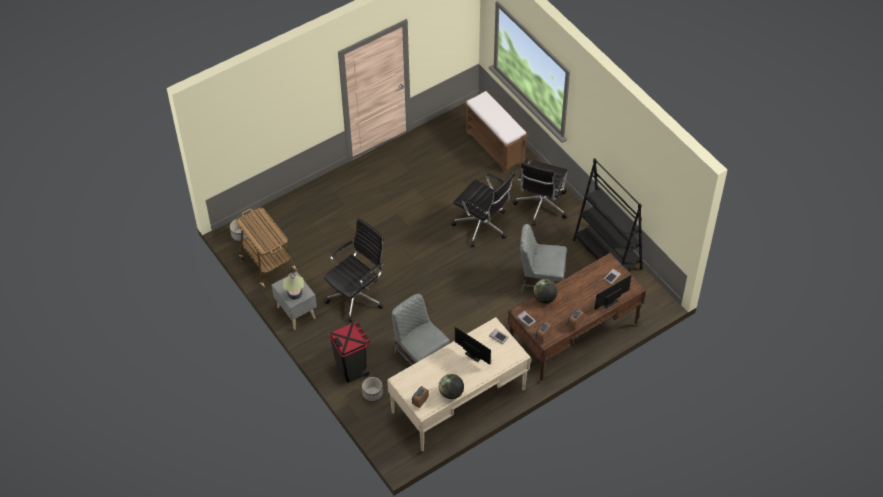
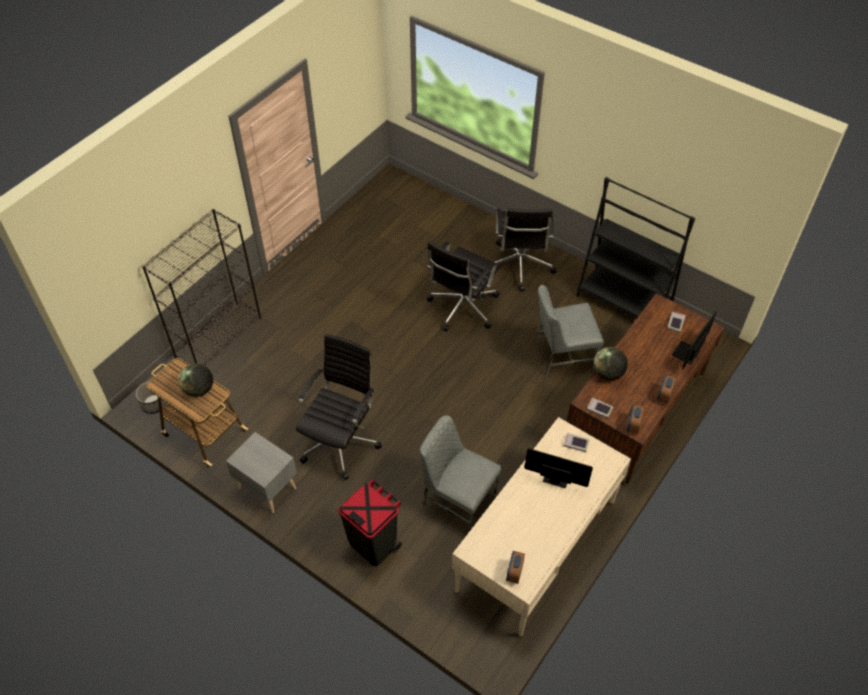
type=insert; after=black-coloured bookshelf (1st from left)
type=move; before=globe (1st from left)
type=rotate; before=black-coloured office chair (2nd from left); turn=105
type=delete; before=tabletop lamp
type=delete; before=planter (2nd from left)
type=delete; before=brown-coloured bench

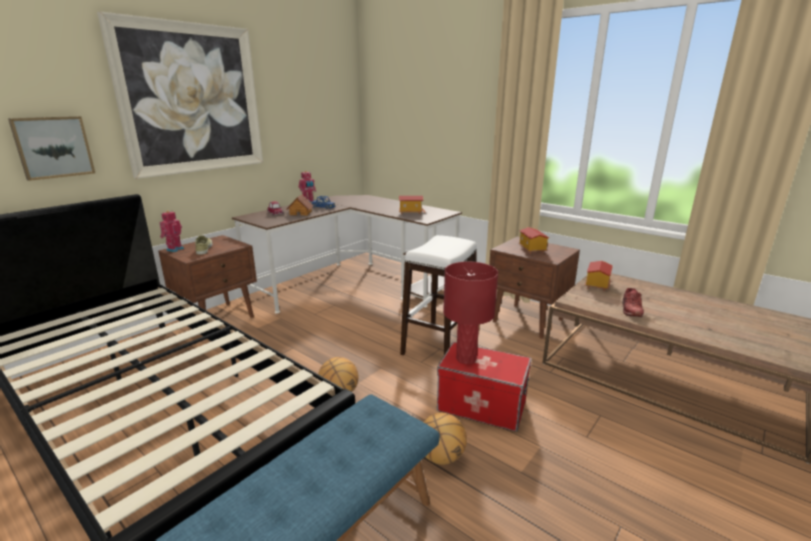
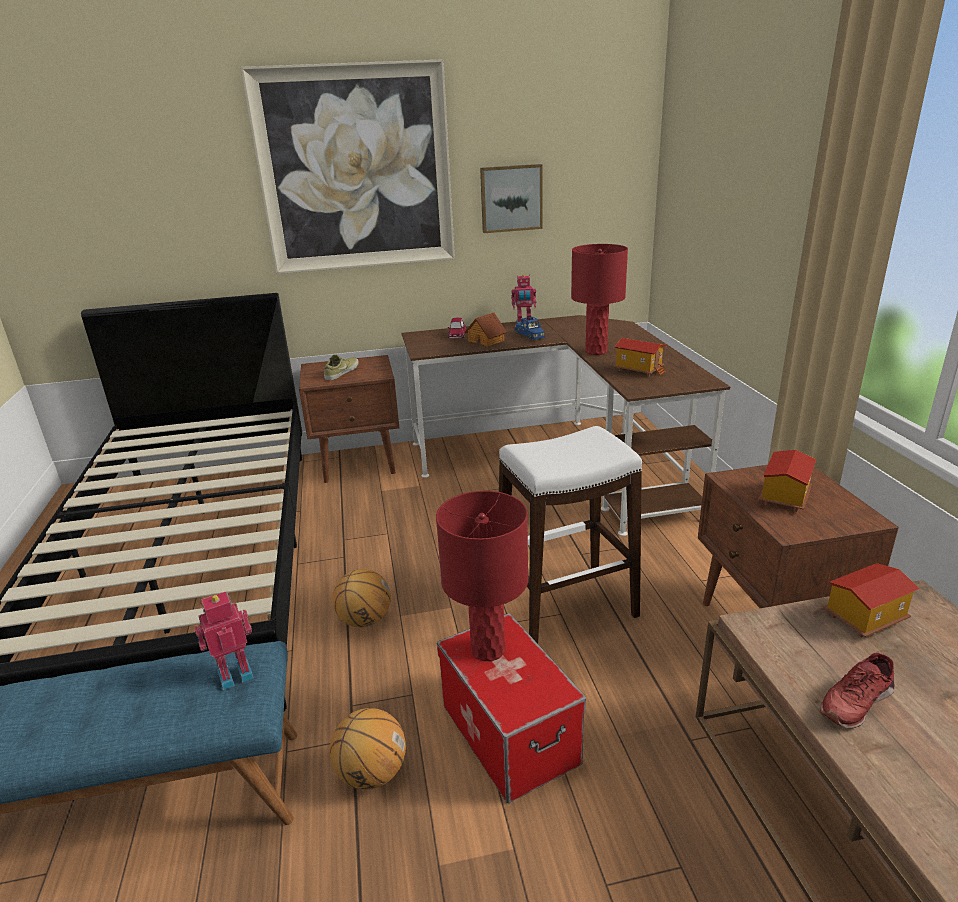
type=move; before=model robot (1st from left)
type=move; before=wall picture (1st from left in the first image); after=wall picture (2nd from left)
type=insert; after=red-coloured tabletop lamp (2nd from left)

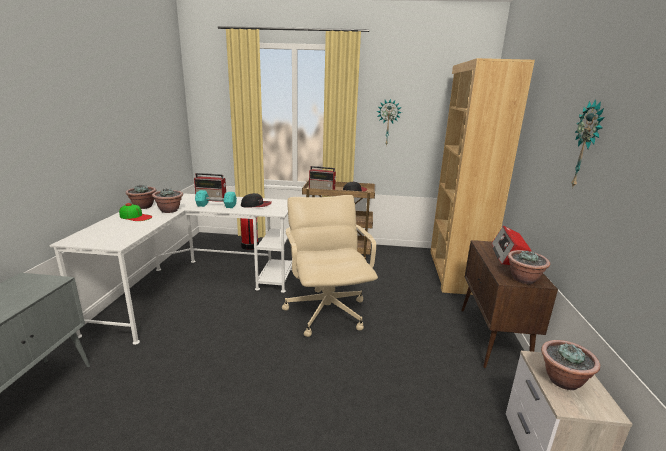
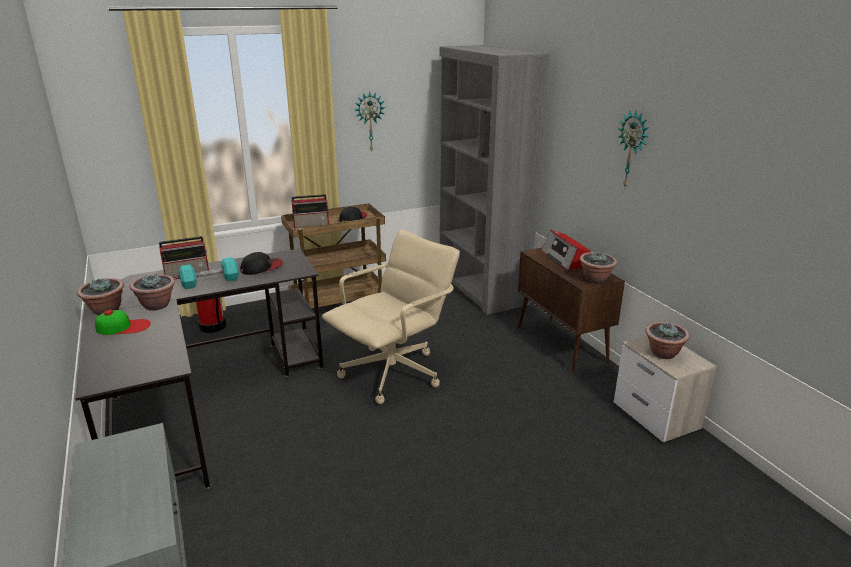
type=recolor; before=whitish desk table; after=black-coloured desk table
type=rotate; before=beige office chair; turn=90
type=recolor; before=brown-coloured bookshelf; after=greyish bookshelf

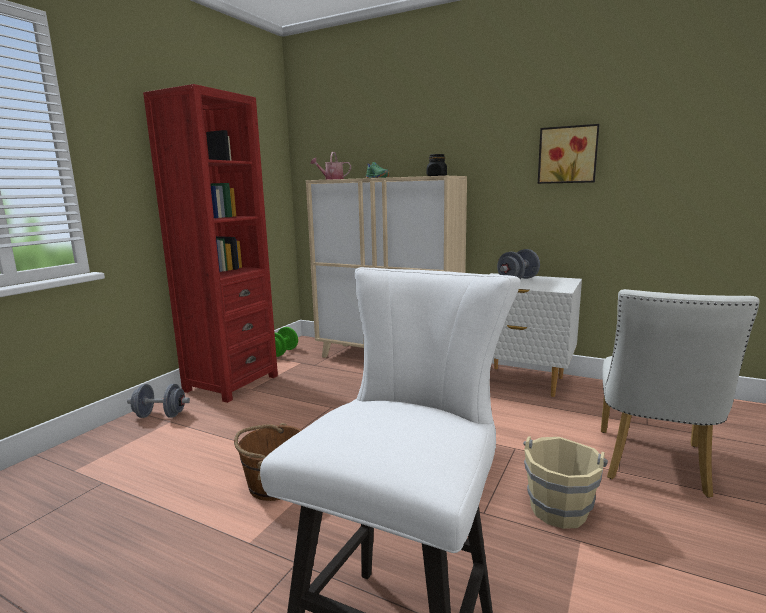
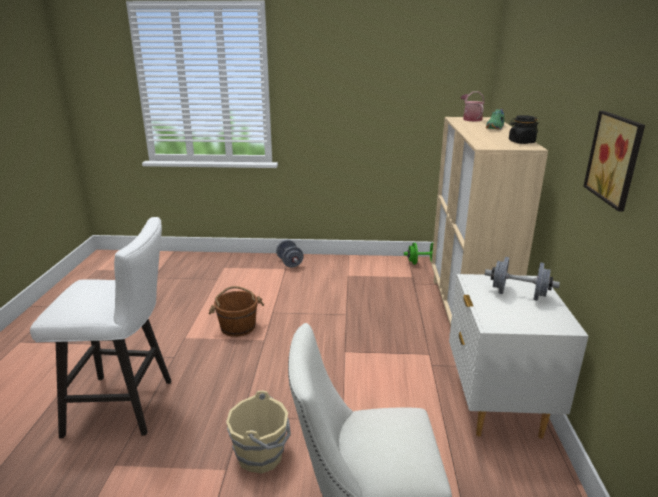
type=delete; before=red-coloured bookshelf

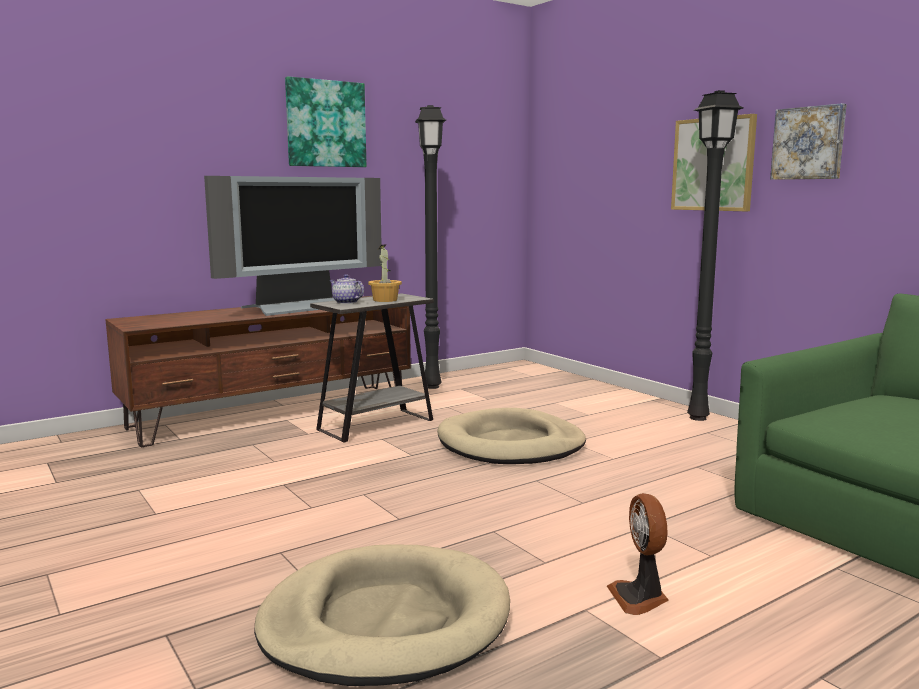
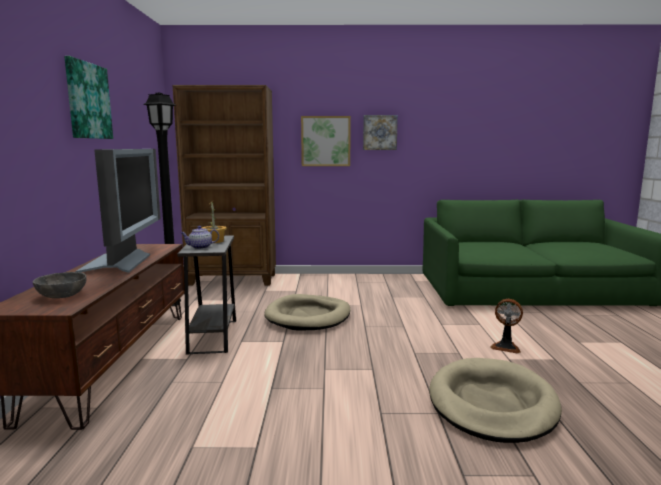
type=insert; after=greyish deep dish
type=insert; after=brown-coloured bookshelf
type=delete; before=black-coloured standing lamp (2nd from left)

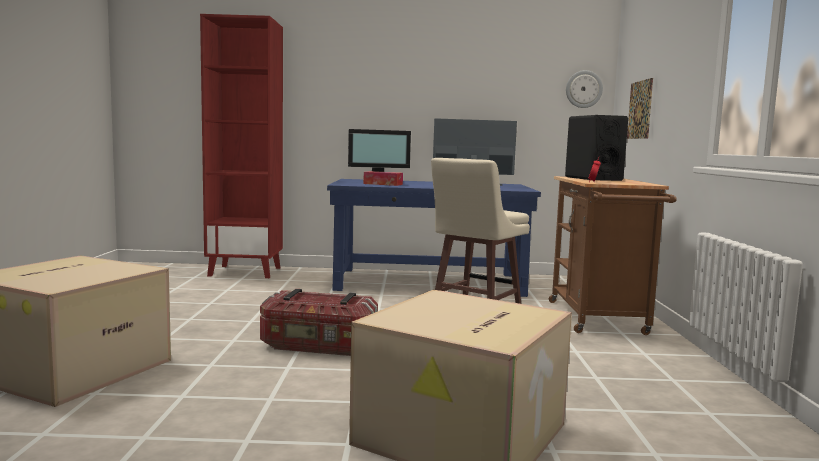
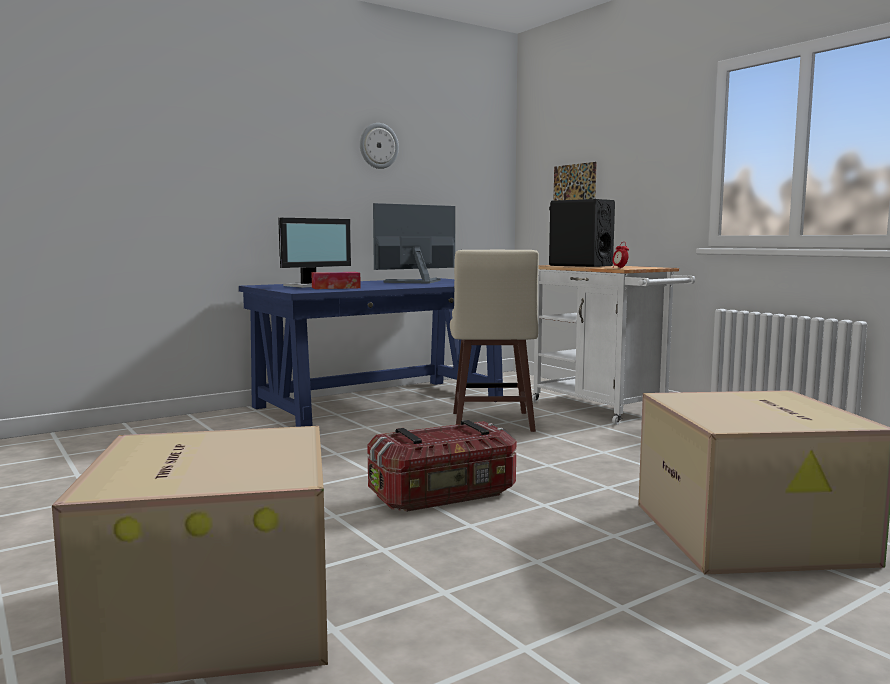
type=move; before=hanging clock
type=recolor; before=brown-coloured wheeled cart; after=whitish wheeled cart
type=delete; before=red-coloured bookshelf

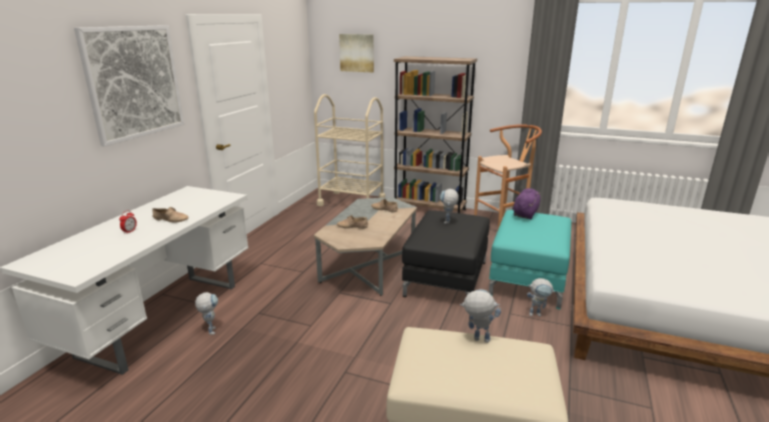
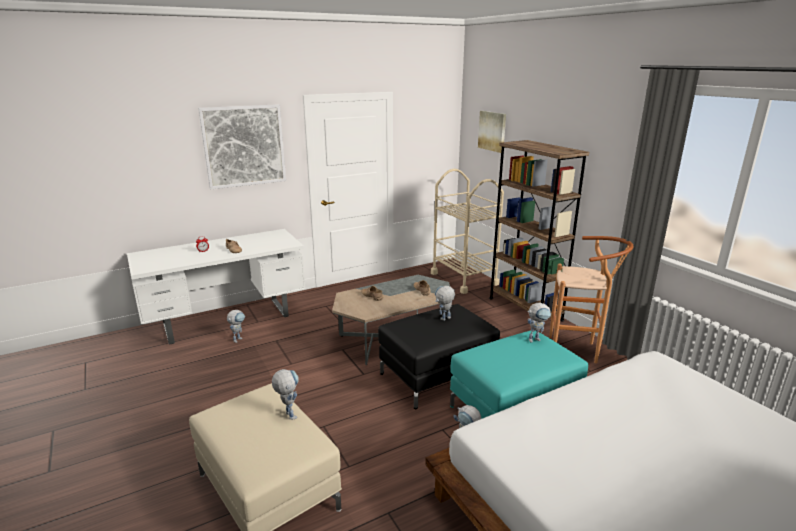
type=replace; before=purple cuddly toy; after=model robot (5th from left)

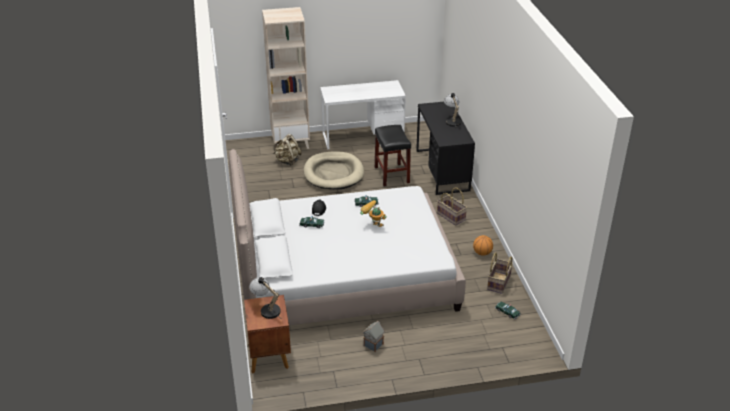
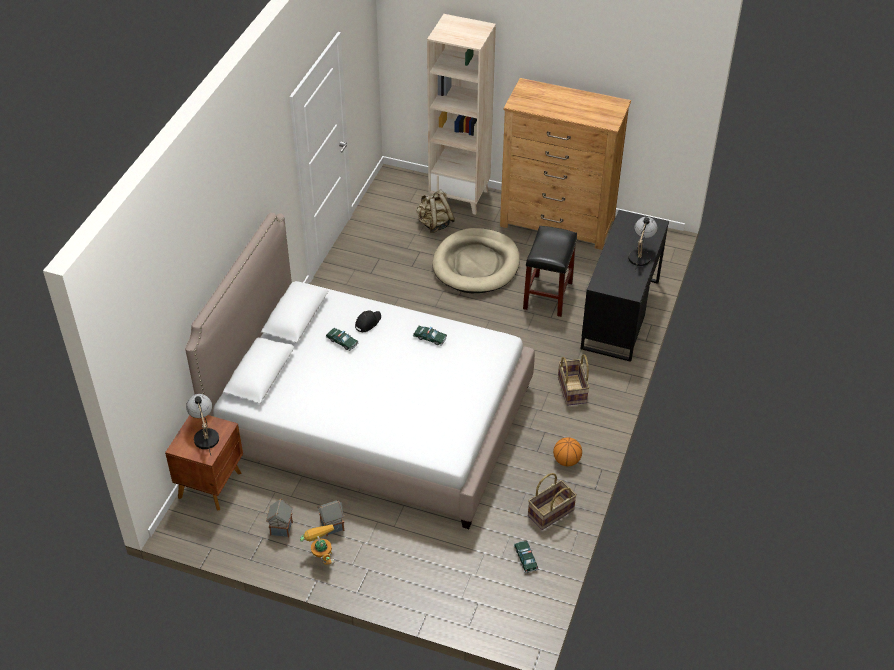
type=insert; after=miniature house (1st from left)
type=move; before=model robot
type=replace; before=whitish desk table; after=brown-coloured dresser

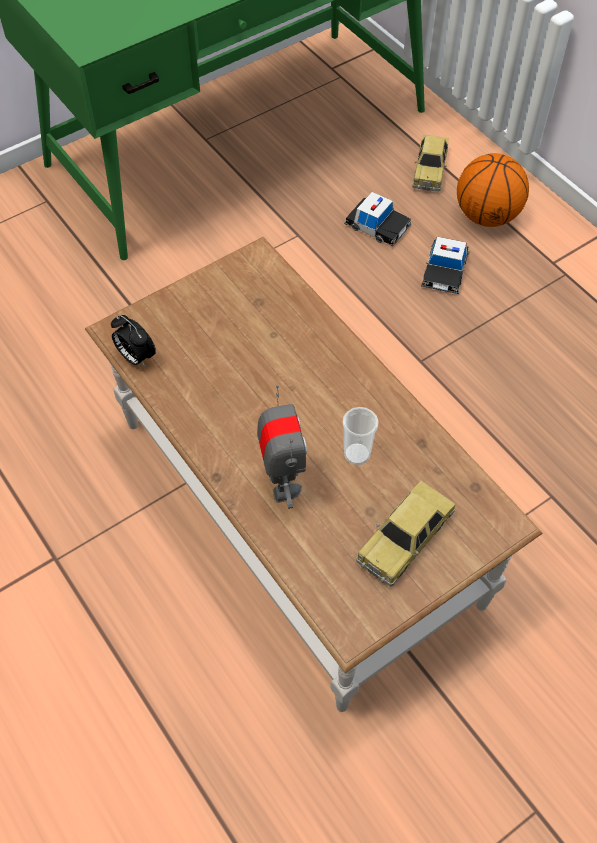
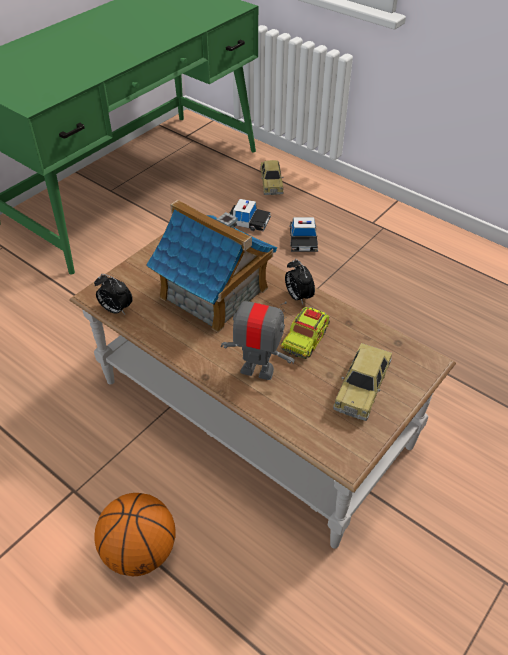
type=move; before=ball for basketball
type=insert; after=miniature house
type=rotate; before=model robot; turn=-45
type=replace; before=small cup; after=model truck
type=insert; after=table clock (2nd from left)

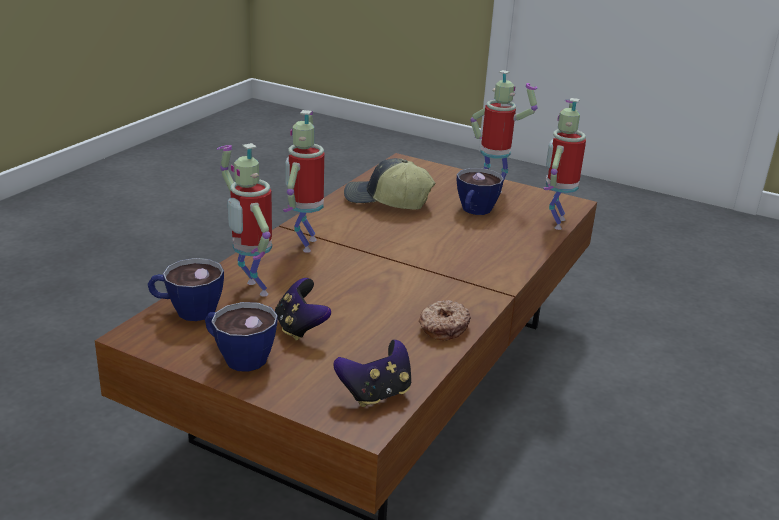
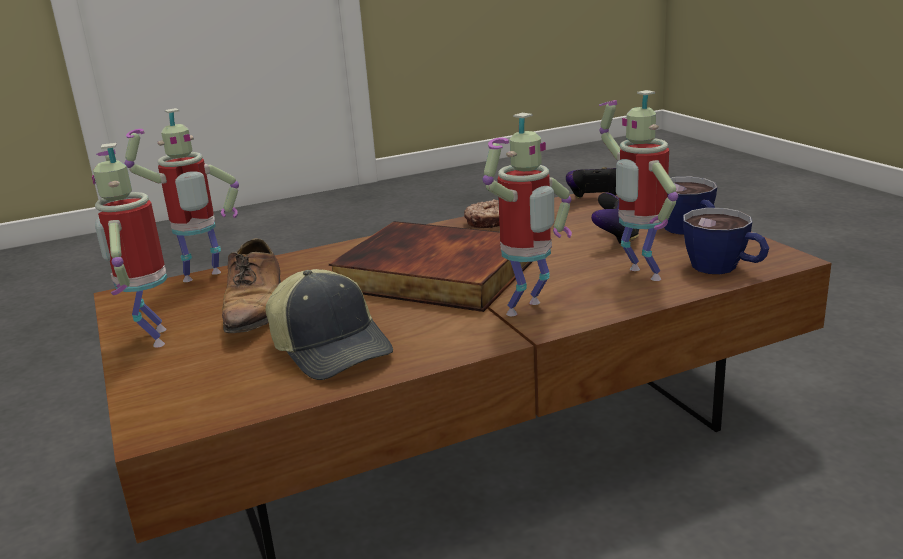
type=replace; before=small cup (3rd from left); after=low shoe
type=insert; after=bound book
type=rotate; before=model robot (1st from left in the first image); turn=150

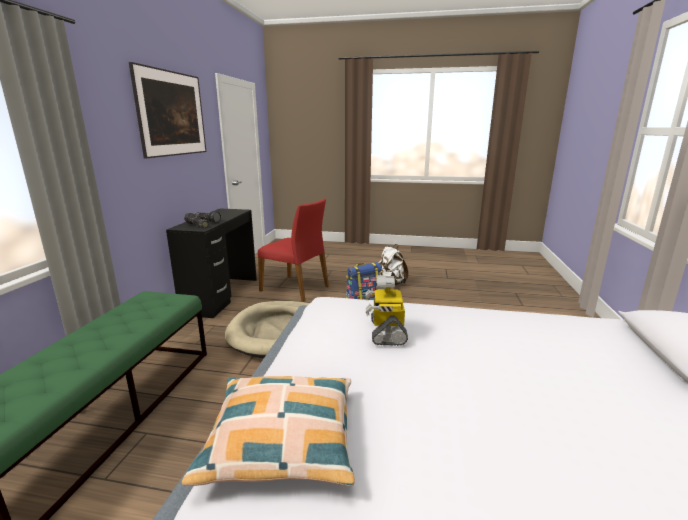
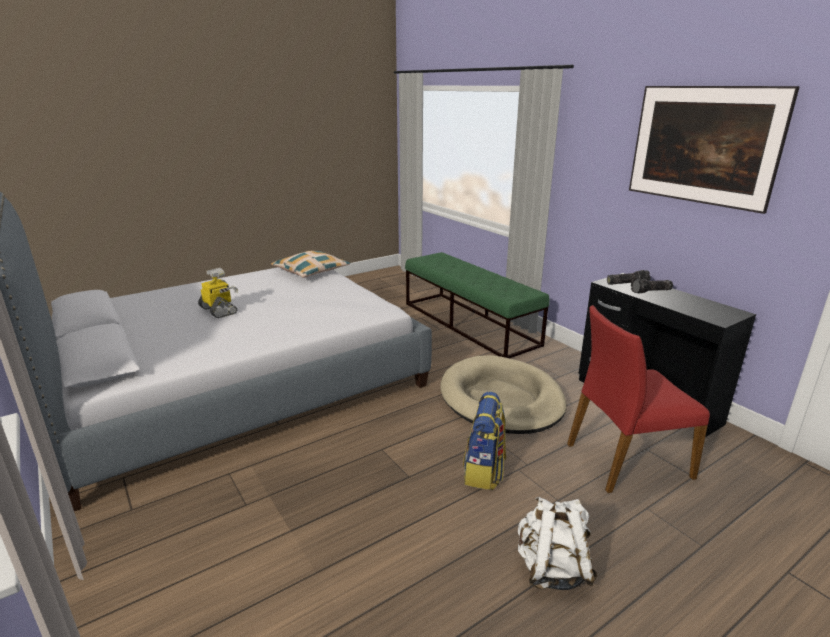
type=move; before=model robot

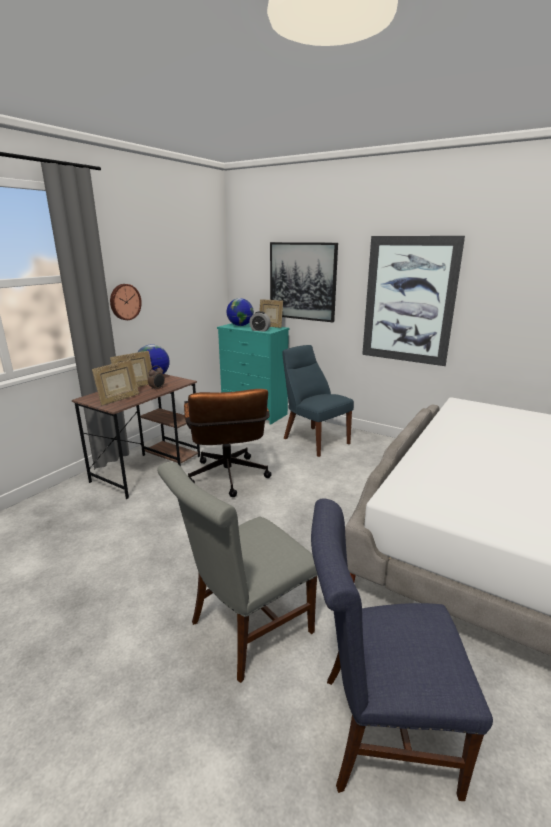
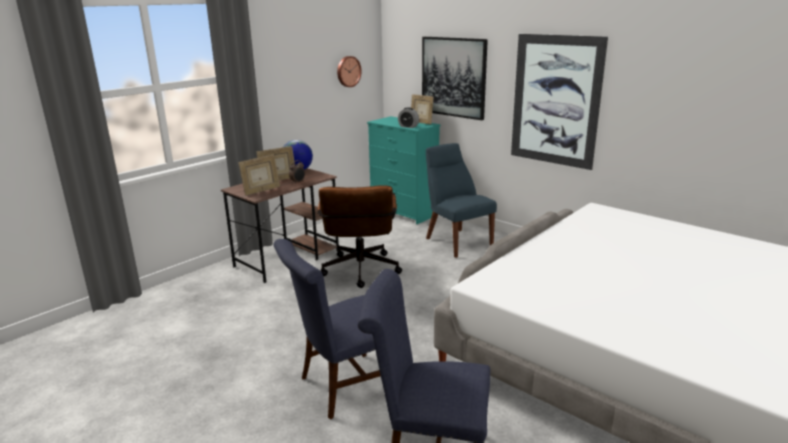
type=recolor; before=greyish plain chair; after=blue-coloured plain chair (1st from left)
type=move; before=hanging clock
type=delete; before=globe (2nd from left)

